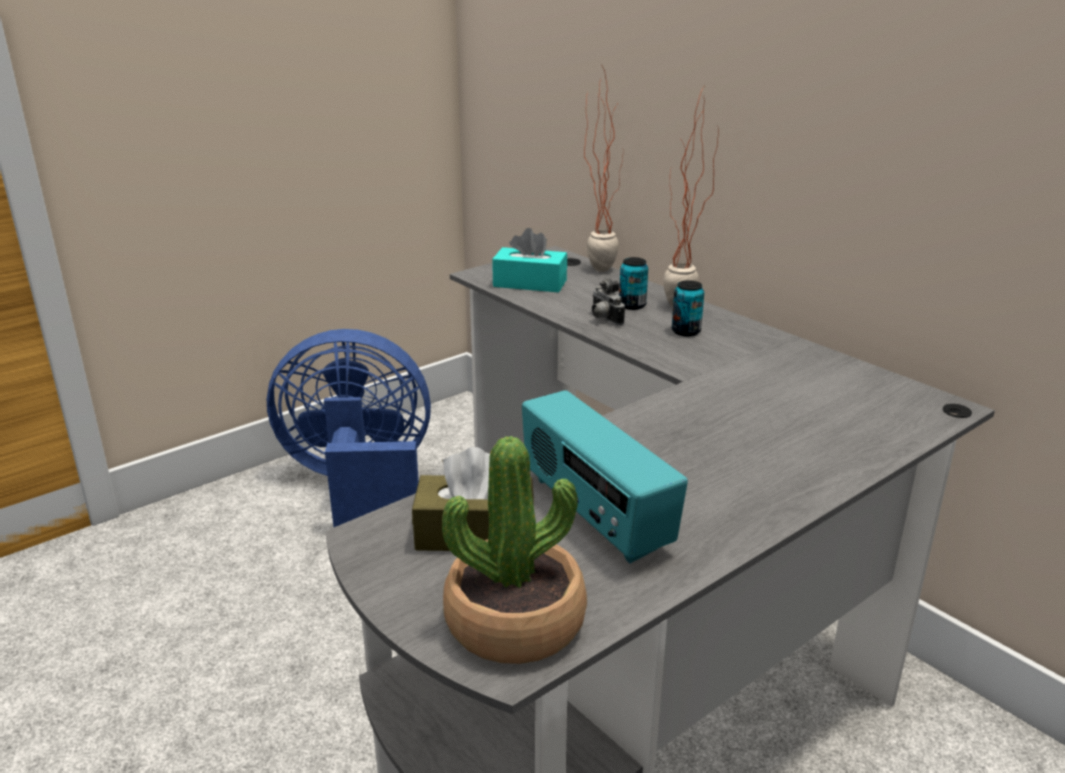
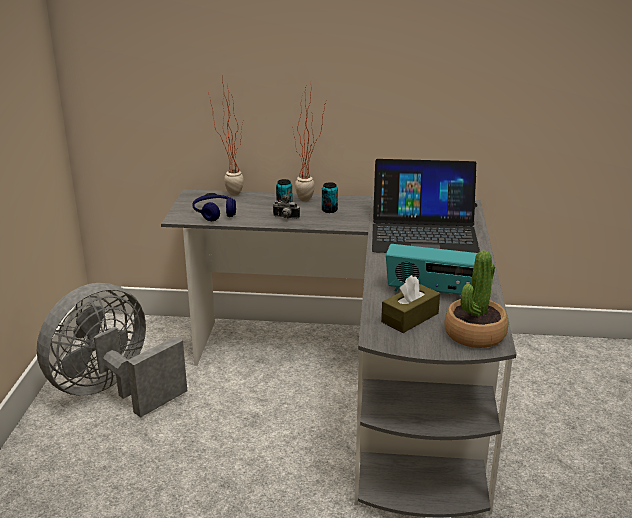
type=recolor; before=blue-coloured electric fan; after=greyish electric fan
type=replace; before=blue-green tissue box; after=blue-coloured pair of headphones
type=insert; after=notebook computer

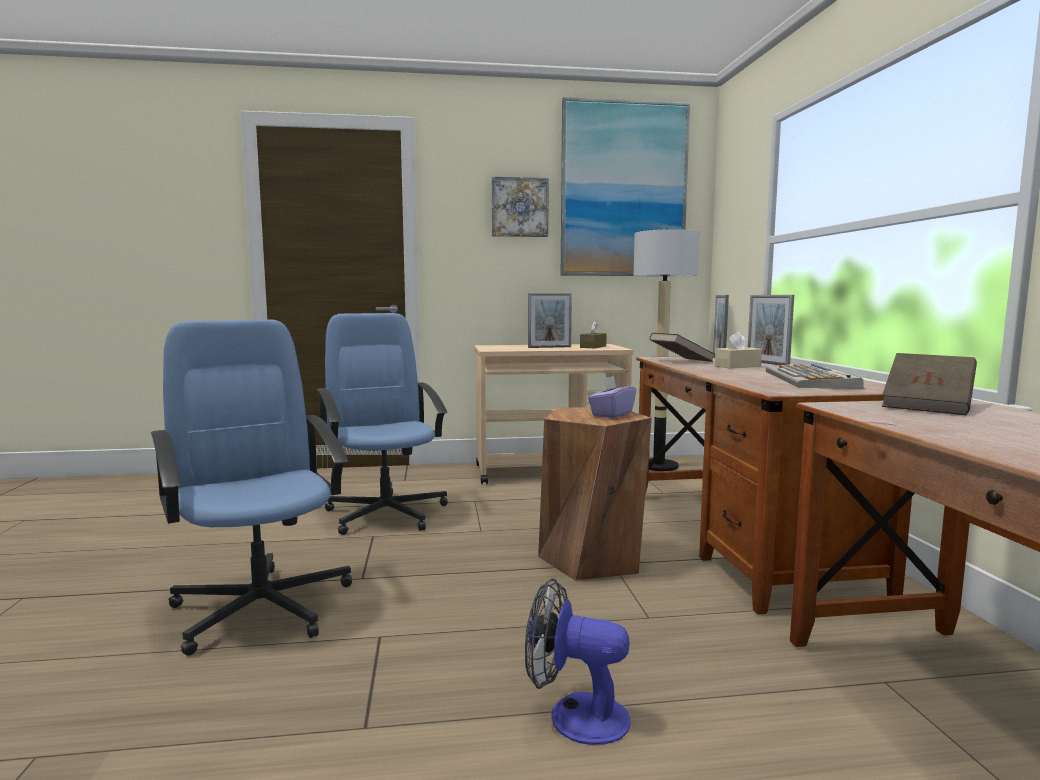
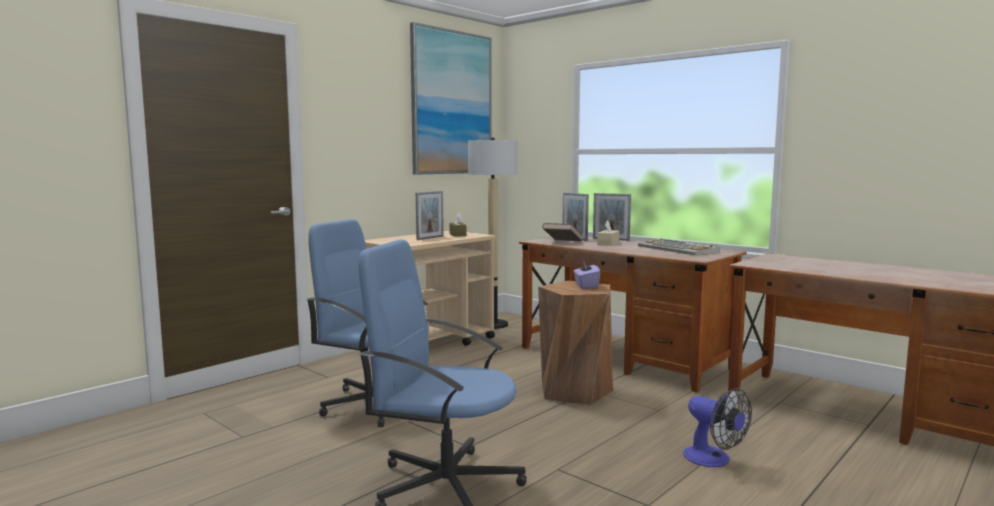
type=rotate; before=electric fan; turn=-105
type=delete; before=wall picture (1st from left)
type=delete; before=brown-coloured bound book (2nd from left)

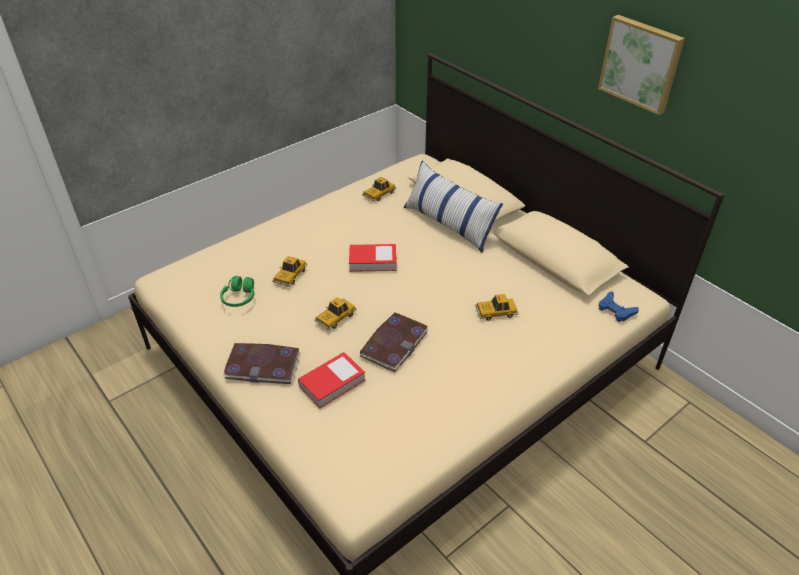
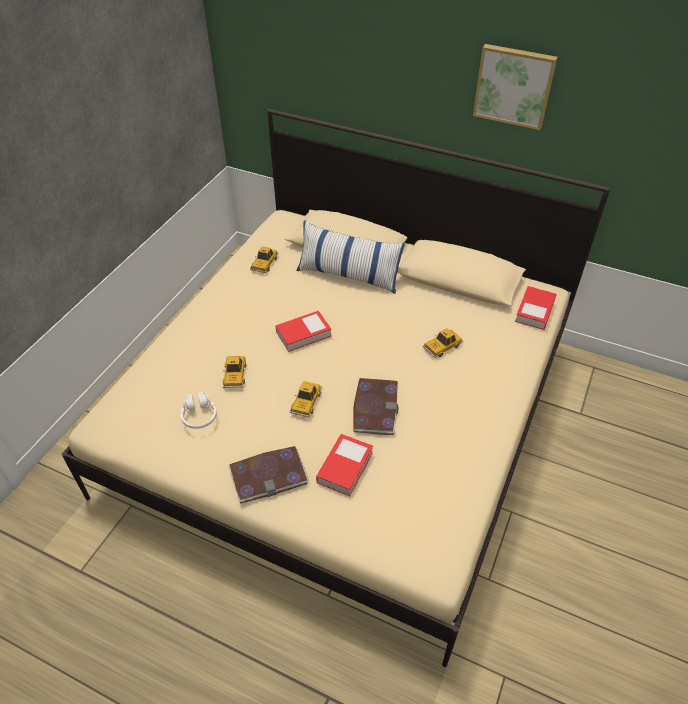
type=recolor; before=greenish pair of headphones; after=whitish pair of headphones
type=replace; before=blue-coloured game controller; after=bound book (5th from left)

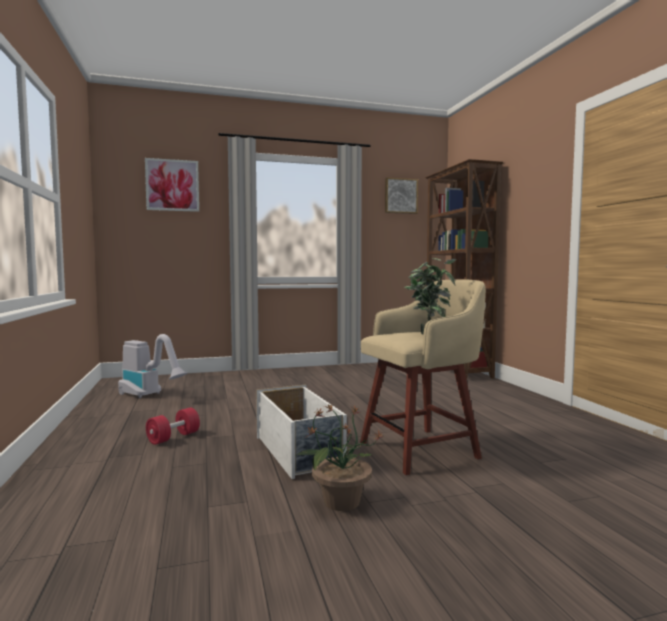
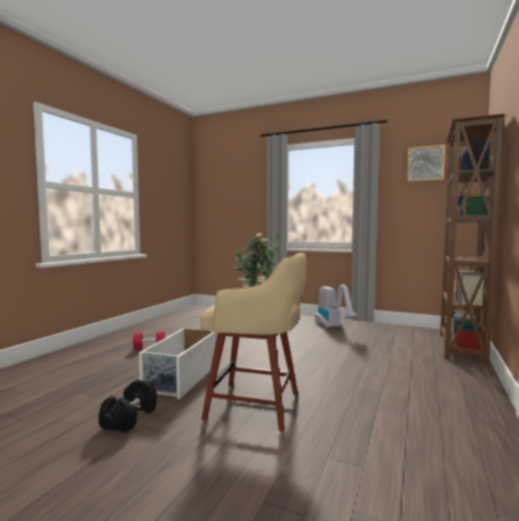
type=replace; before=plant in a pot (1st from left); after=black-coloured hand weight
type=move; before=vacuum
type=delete; before=wall picture (1st from left)

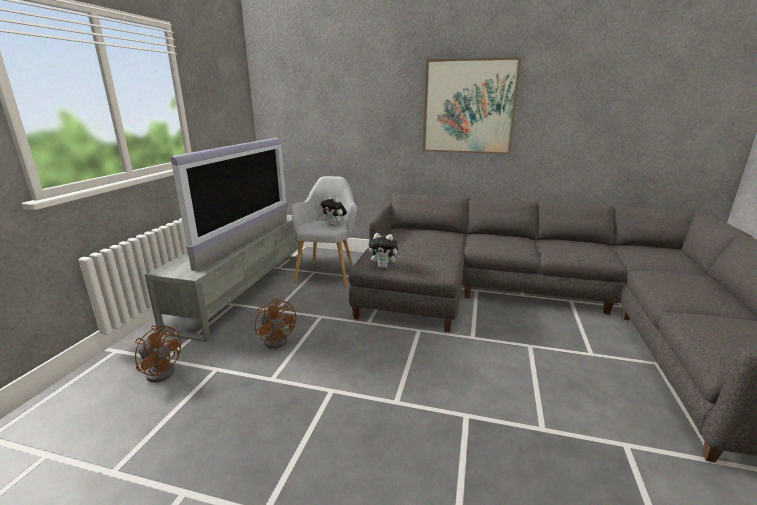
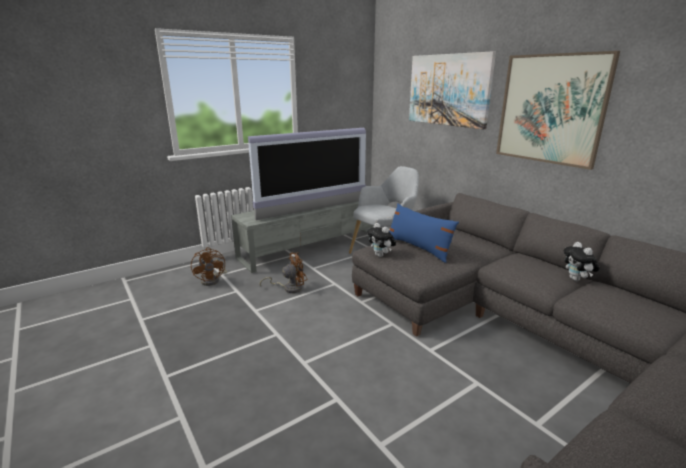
type=rotate; before=brown-coloured electric fan (2nd from left); turn=-120
type=insert; after=blue-coloured cushion
type=insert; after=wall picture (1st from left)
type=move; before=cuddly toy (1st from left in the first image); after=cuddly toy (2nd from left)

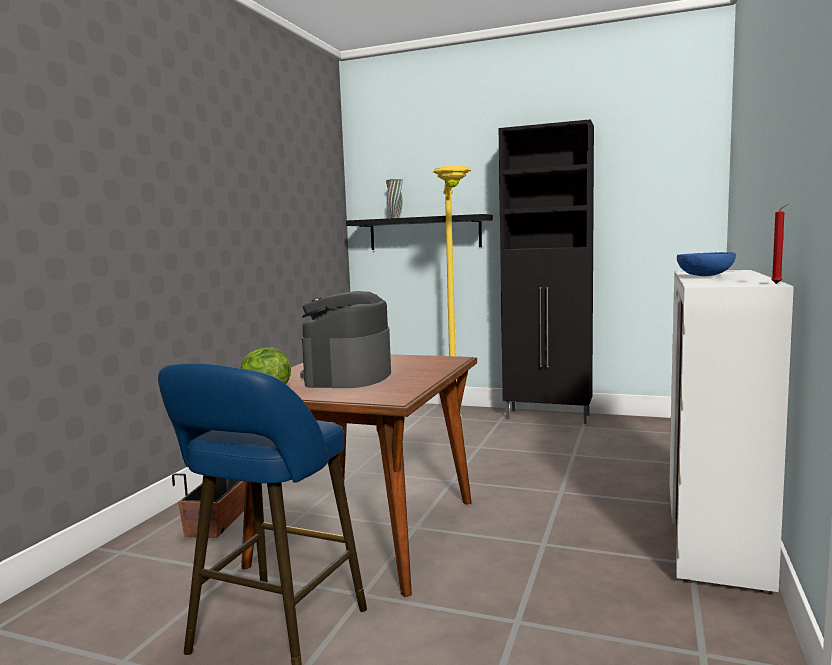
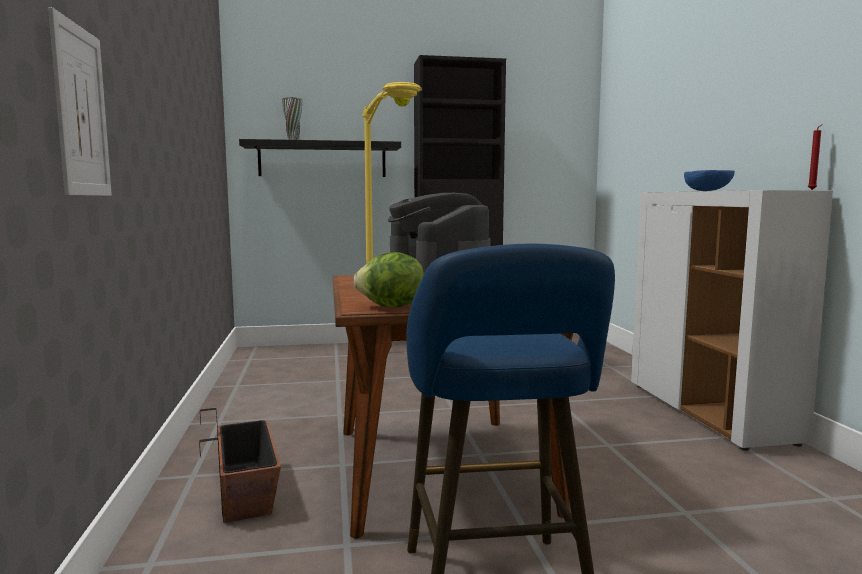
type=insert; after=wall picture

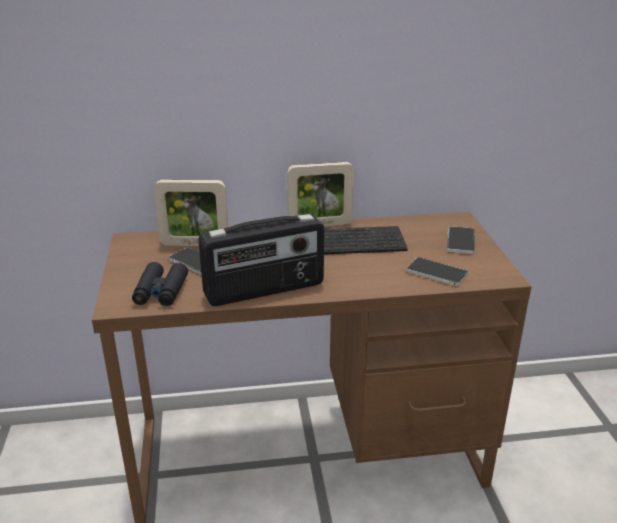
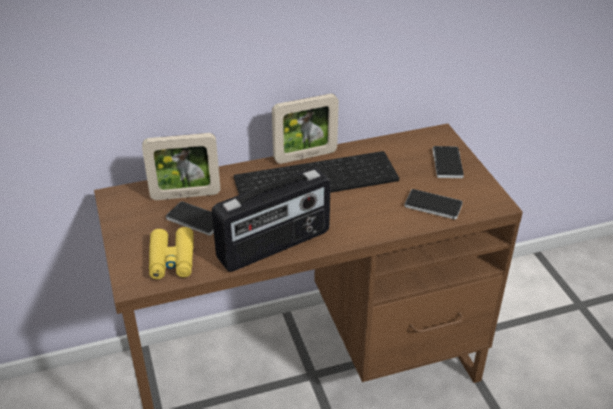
type=recolor; before=black-coloured field glasses; after=yellowish field glasses

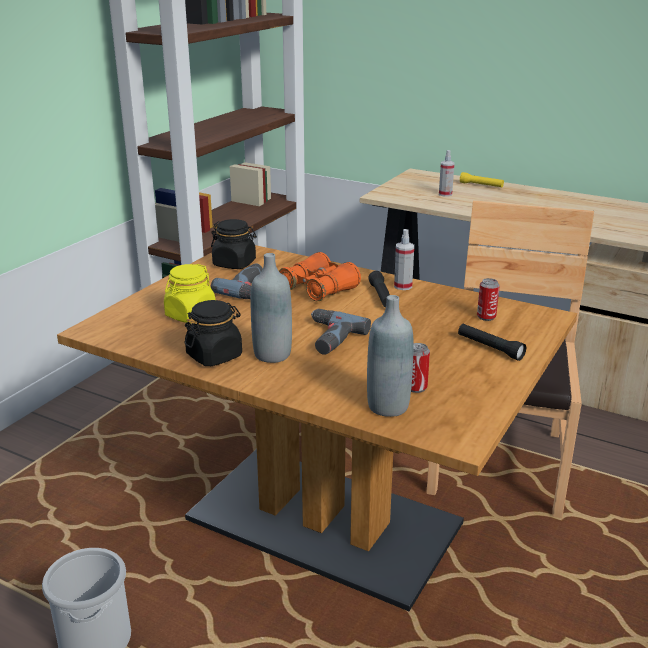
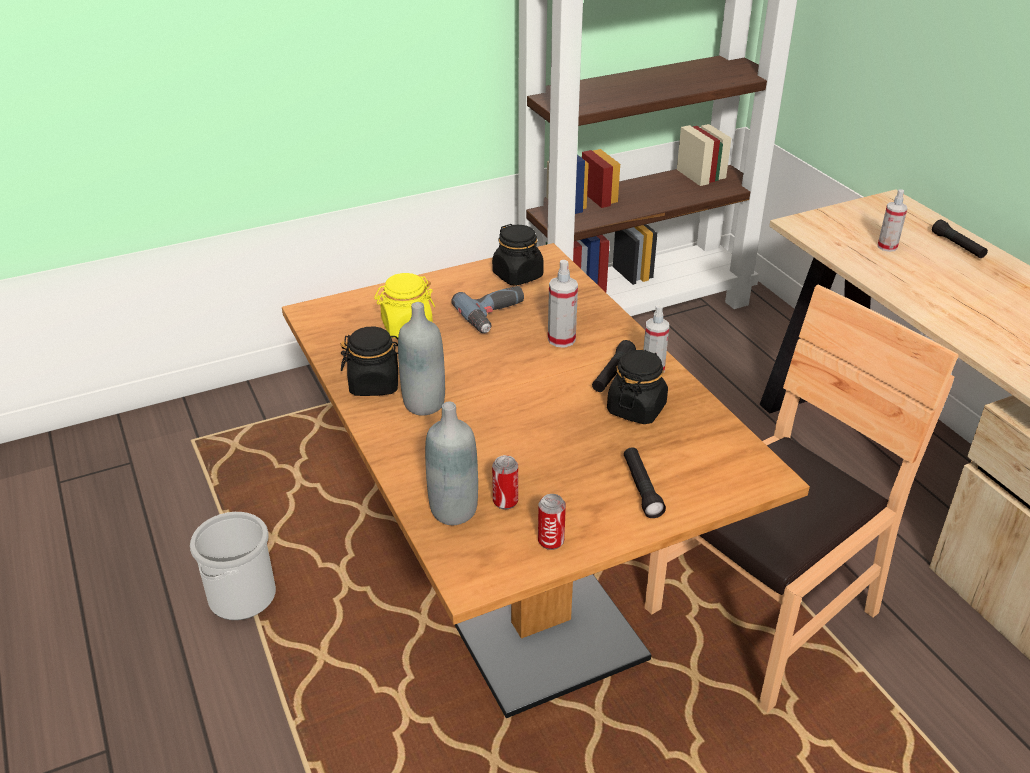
type=move; before=can (2nd from left)
type=replace; before=orange field glasses; after=spray bottle (1st from left)
type=insert; after=black-coloured storage jar (3rd from left)
type=recolor; before=yellowish hand torch; after=black-coloured hand torch (3rd from left)
type=delete; before=power drill (2nd from left)

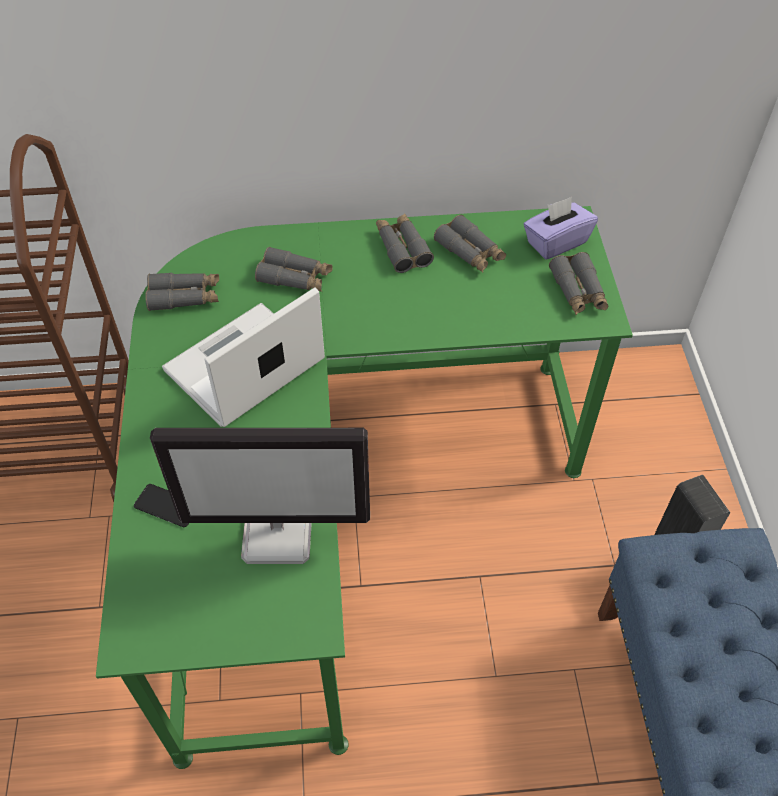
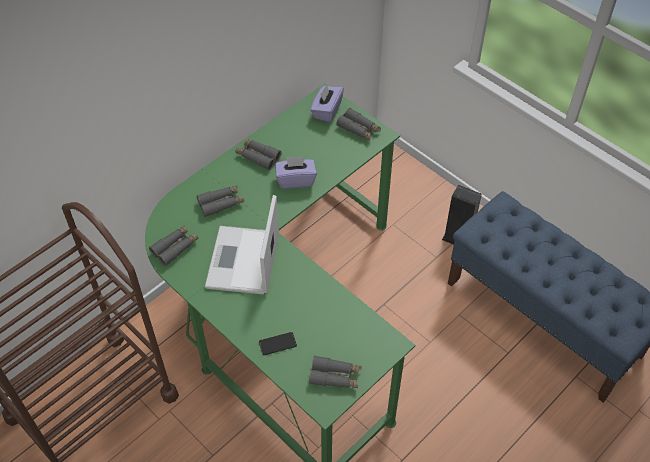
type=insert; after=purple tissue box (1st from left)
type=move; before=greyish field glasses (4th from left)
type=delete; before=computer screen

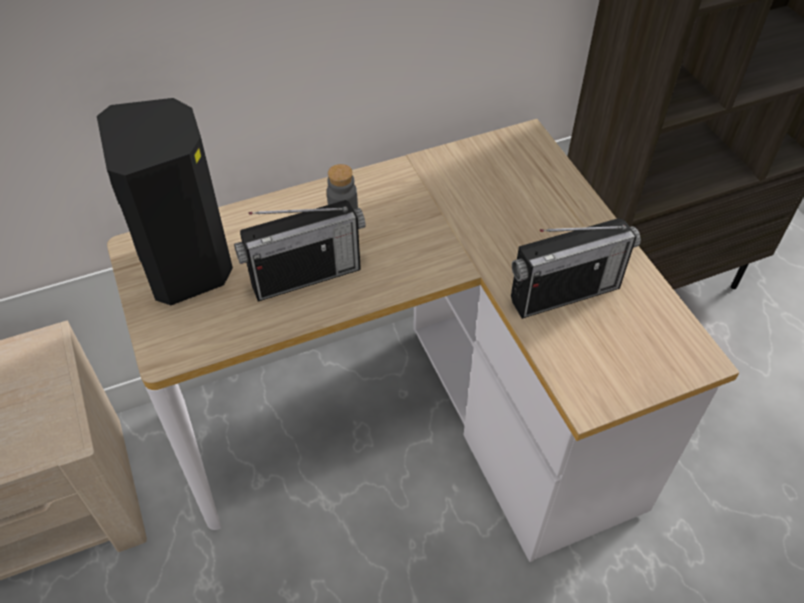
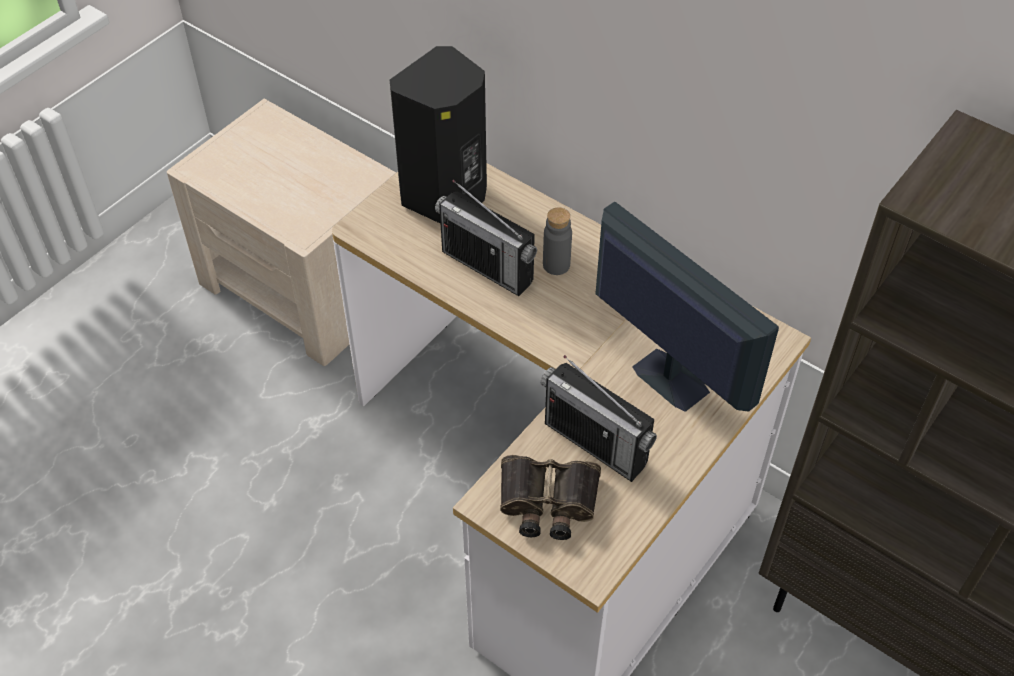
type=insert; after=field glasses
type=insert; after=computer screen

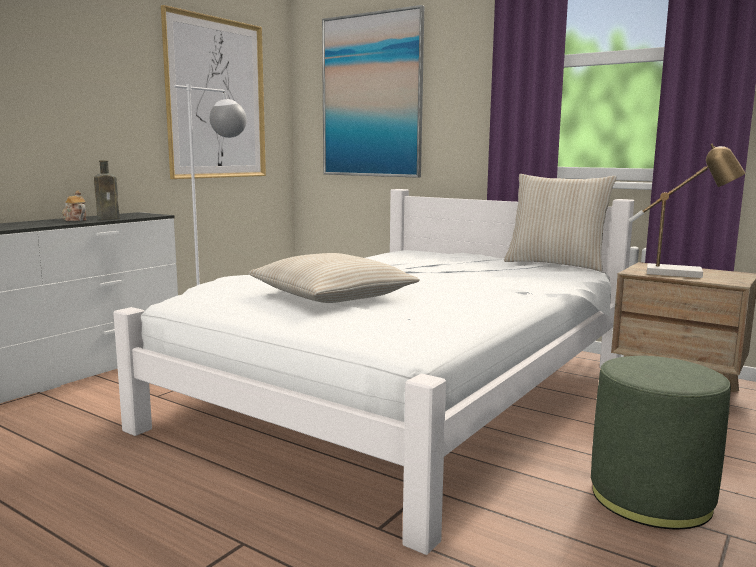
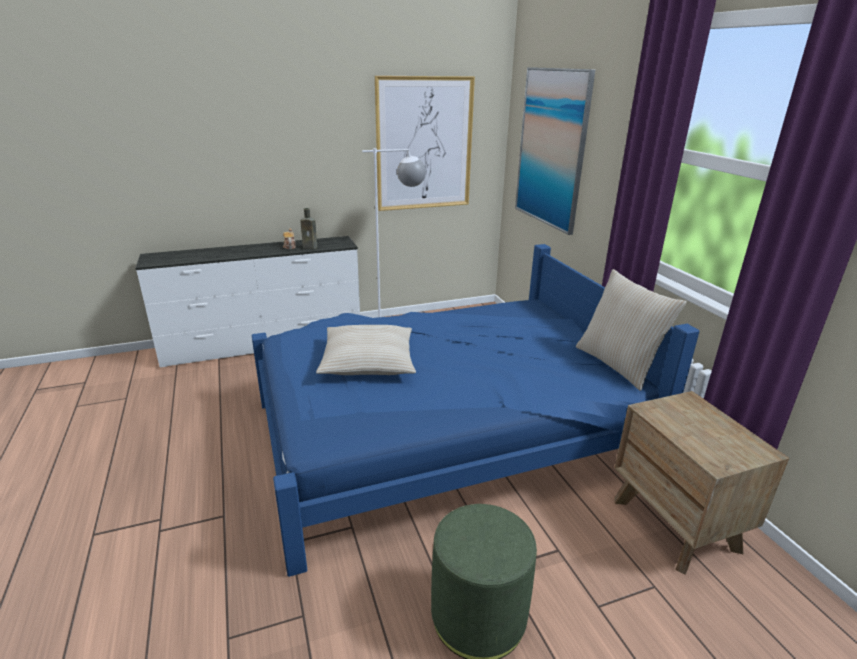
type=recolor; before=whitish sleeping bed; after=blue-coloured sleeping bed
type=delete; before=tabletop lamp

